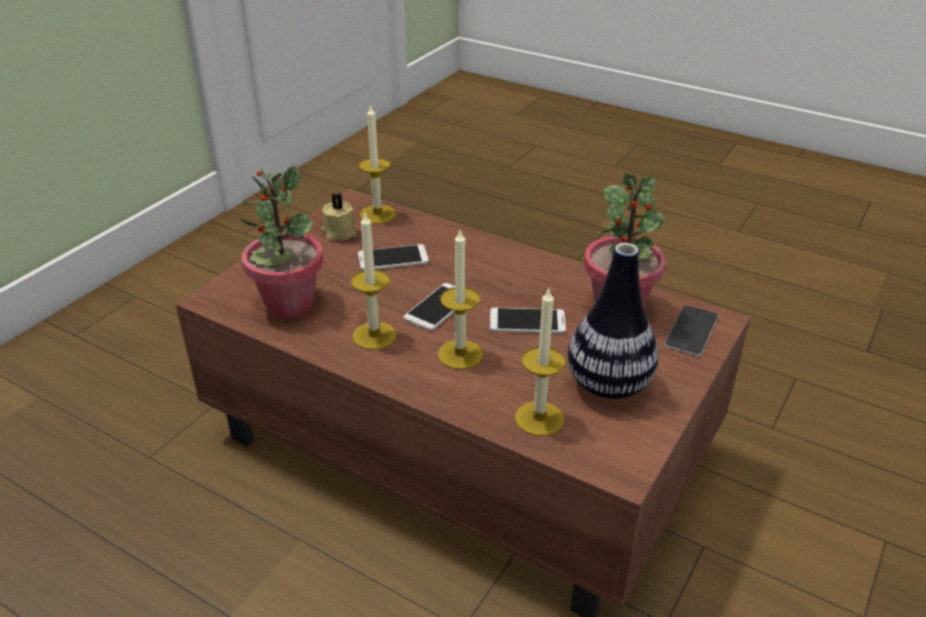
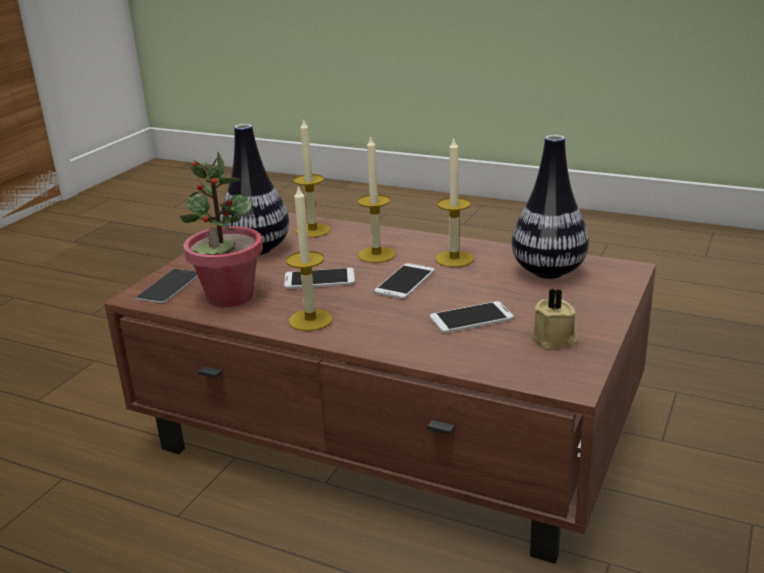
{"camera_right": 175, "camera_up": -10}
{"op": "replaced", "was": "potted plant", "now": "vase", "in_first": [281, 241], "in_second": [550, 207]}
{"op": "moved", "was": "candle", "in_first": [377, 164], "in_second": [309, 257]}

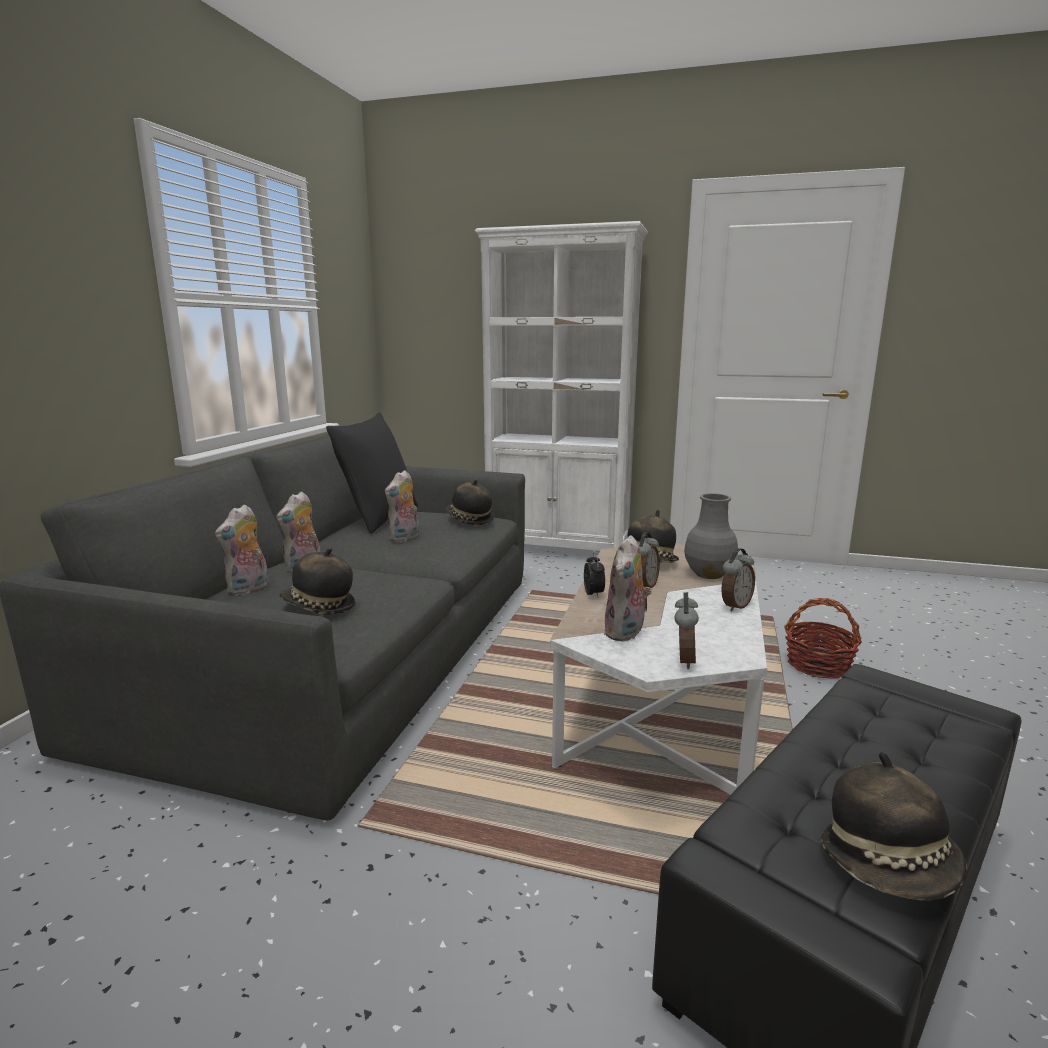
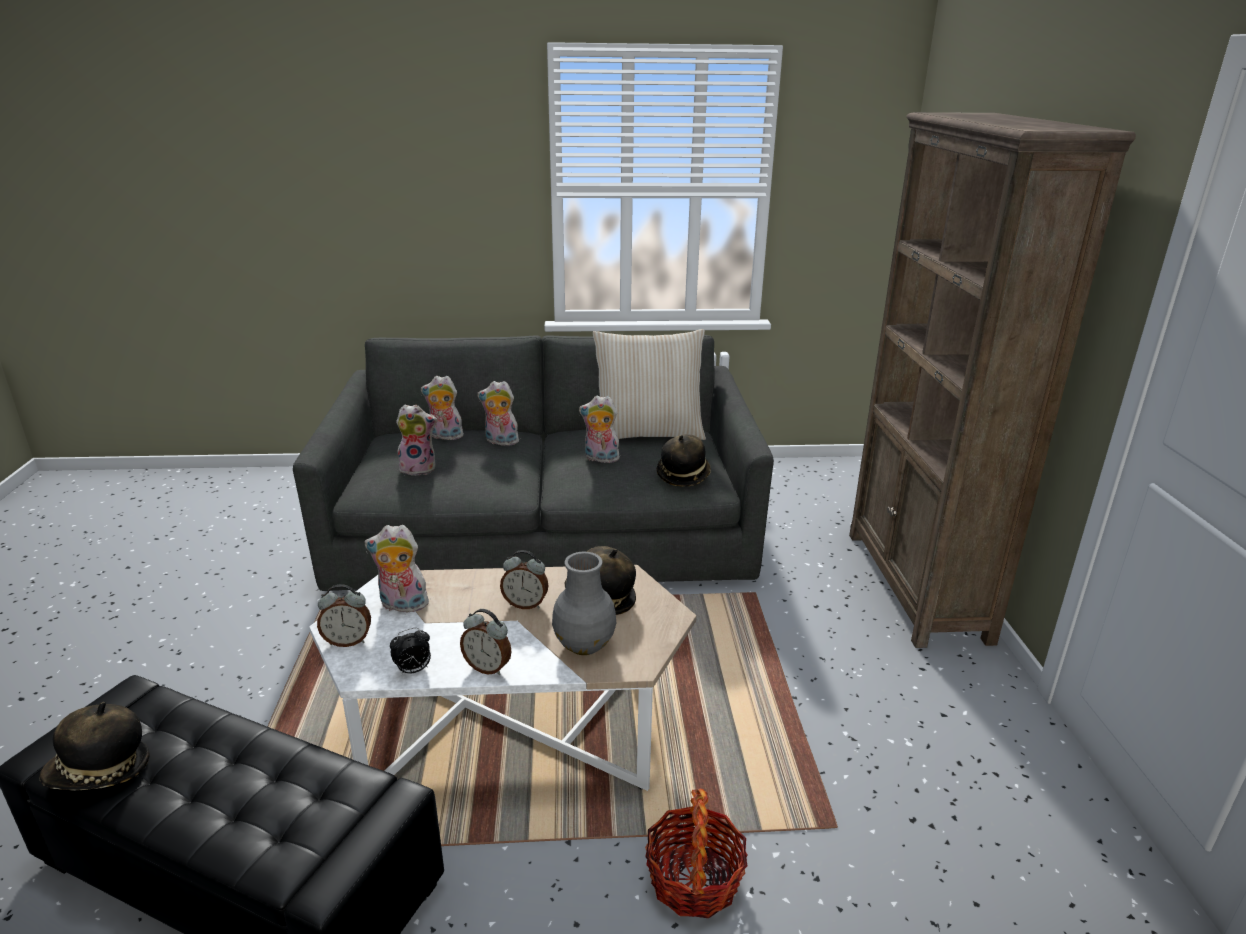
{"camera_right": 70, "camera_up": 10}
{"op": "replaced", "was": "hat", "now": "plush toy", "in_first": [317, 581], "in_second": [417, 440]}
{"op": "recoloured", "was": "pillow (black)", "now": "pillow (beige)", "in_first": [372, 473], "in_second": [649, 384]}
{"op": "recoloured", "was": "bookcase (white)", "now": "bookcase (brown)", "in_first": [561, 386], "in_second": [992, 380]}
{"op": "moved", "was": "alarm clock", "in_first": [594, 575], "in_second": [410, 651]}

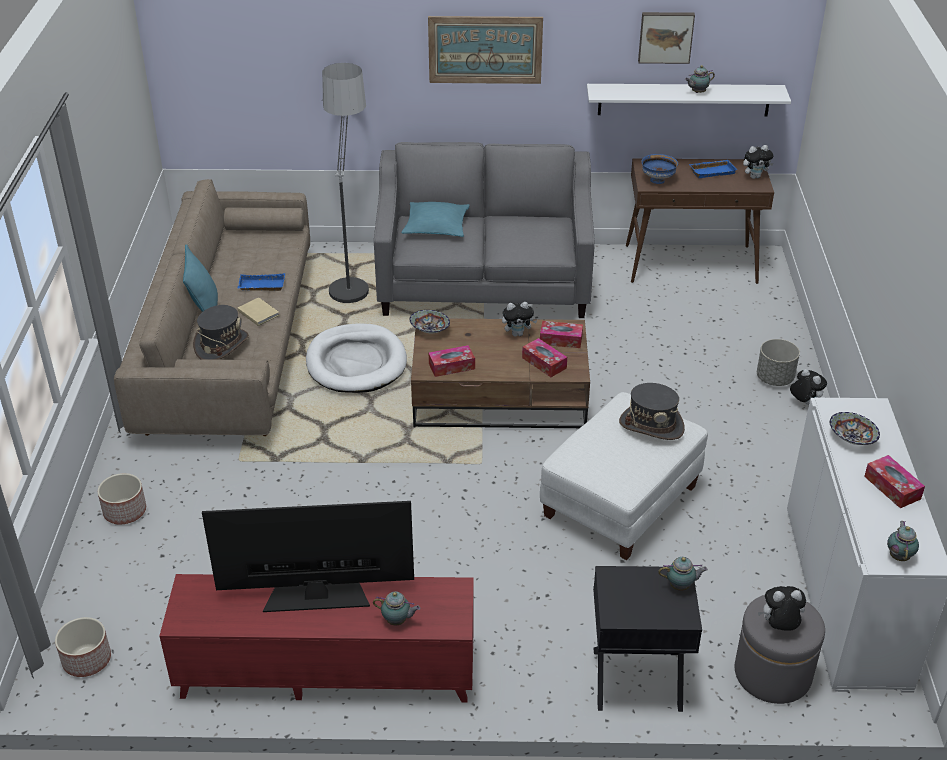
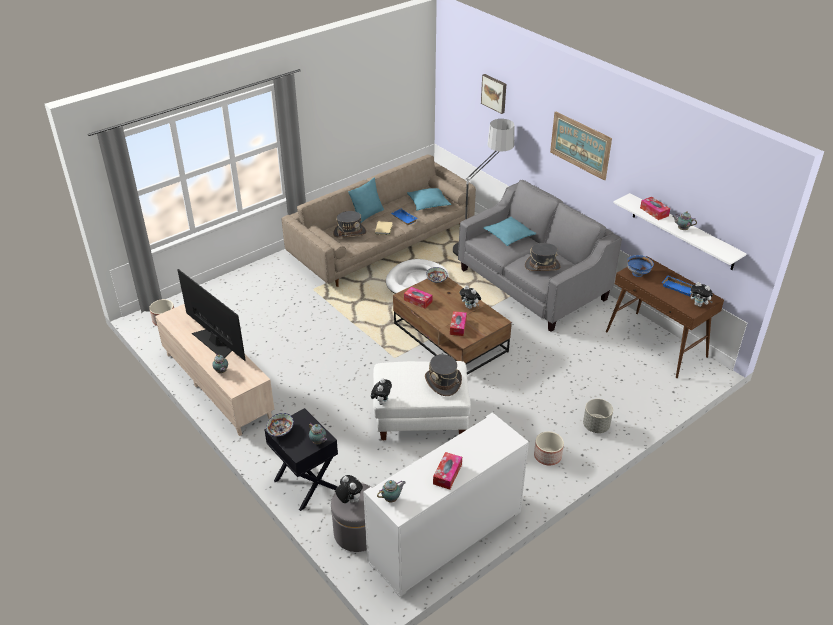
{"camera_right": 50, "camera_up": 0}
{"op": "moved", "was": "planter", "in_first": [122, 498], "in_second": [549, 448]}
{"op": "recoloured", "was": "tv stand (red)", "now": "tv stand (beige)", "in_first": [317, 638], "in_second": [215, 370]}
{"op": "moved", "was": "tissue box", "in_first": [561, 334], "in_second": [655, 208]}
{"op": "moved", "was": "picture", "in_first": [666, 38], "in_second": [493, 94]}
{"op": "moved", "was": "plush toy", "in_first": [808, 387], "in_second": [381, 391]}
{"op": "moved", "was": "bowl", "in_first": [855, 428], "in_second": [280, 425]}
{"op": "added", "now": "pillow (turquoise)", "in_second": [429, 199]}
{"op": "added", "now": "hat (grey)", "in_second": [543, 257]}

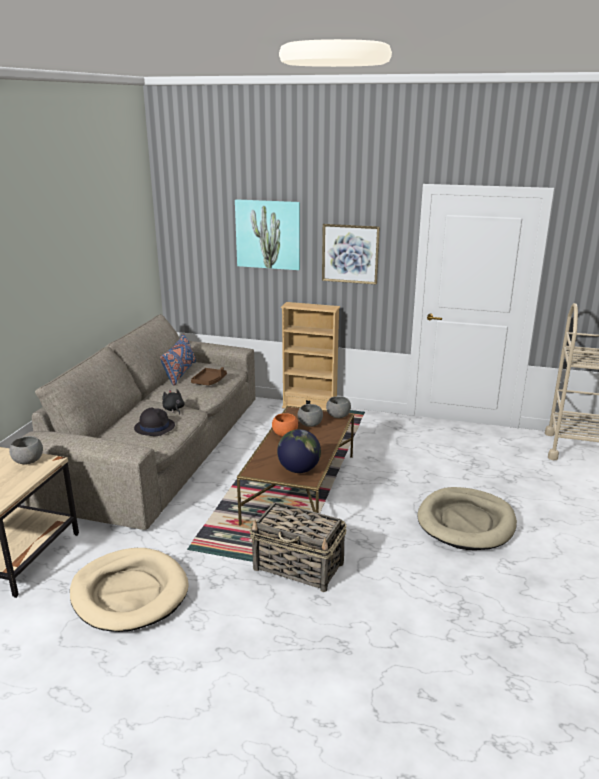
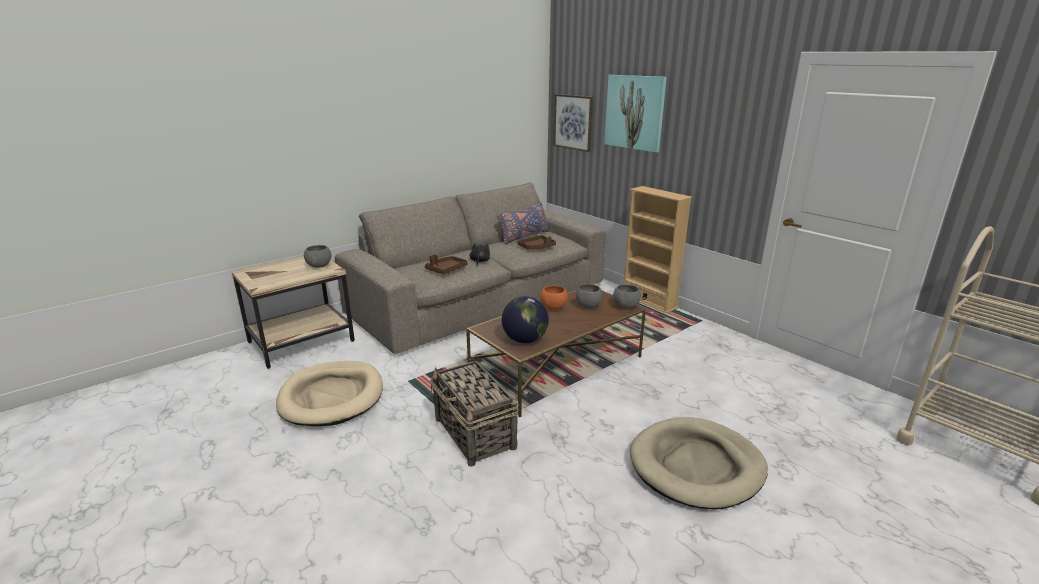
{"camera_right": 35, "camera_up": 0}
{"op": "replaced", "was": "hat (black)", "now": "tray (brown)", "in_first": [154, 422], "in_second": [446, 264]}
{"op": "moved", "was": "picture", "in_first": [351, 254], "in_second": [573, 123]}

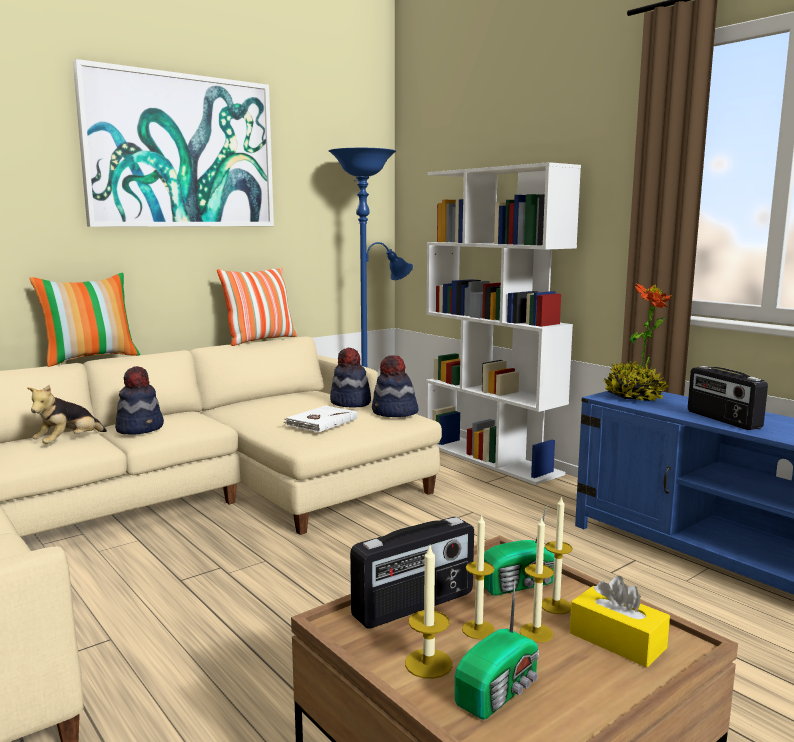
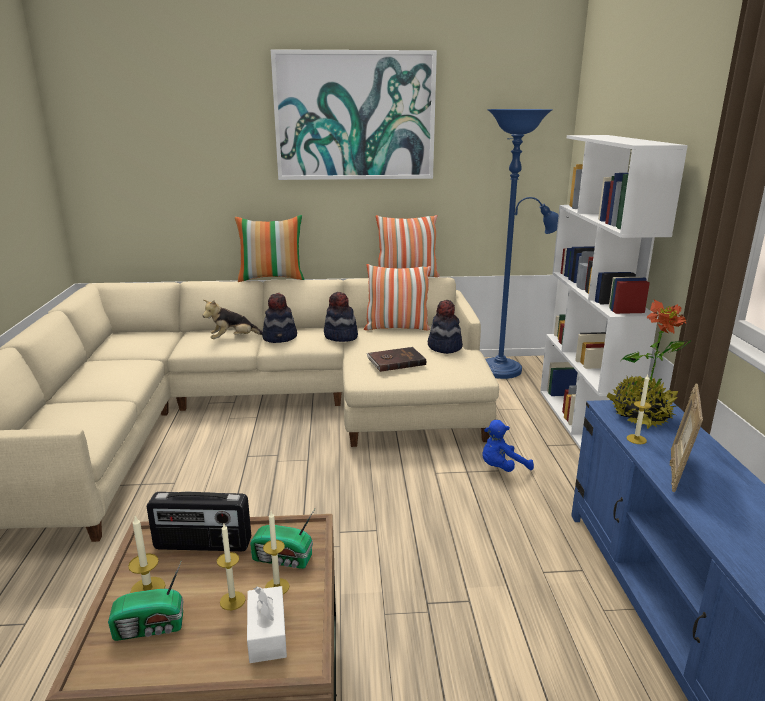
{"camera_right": 35, "camera_up": 10}
{"op": "recoloured", "was": "book (white)", "now": "book (brown)", "in_first": [320, 418], "in_second": [396, 359]}
{"op": "moved", "was": "hat", "in_first": [395, 386], "in_second": [341, 317]}
{"op": "moved", "was": "candle", "in_first": [478, 576], "in_second": [638, 409]}
{"op": "recoloured", "was": "tissue box (yellow)", "now": "tissue box (white)", "in_first": [620, 621], "in_second": [267, 624]}
{"op": "replaced", "was": "radio", "now": "picture frame", "in_first": [728, 398], "in_second": [686, 437]}
{"op": "added", "now": "pillow", "in_second": [397, 297]}
{"op": "added", "now": "plush toy (blue)", "in_second": [508, 446]}

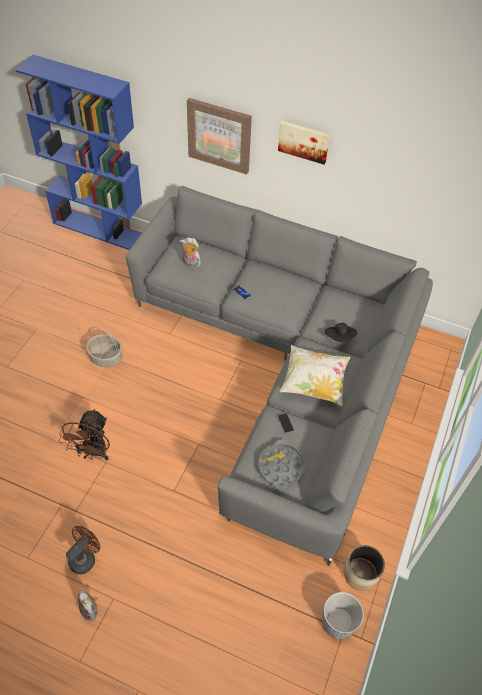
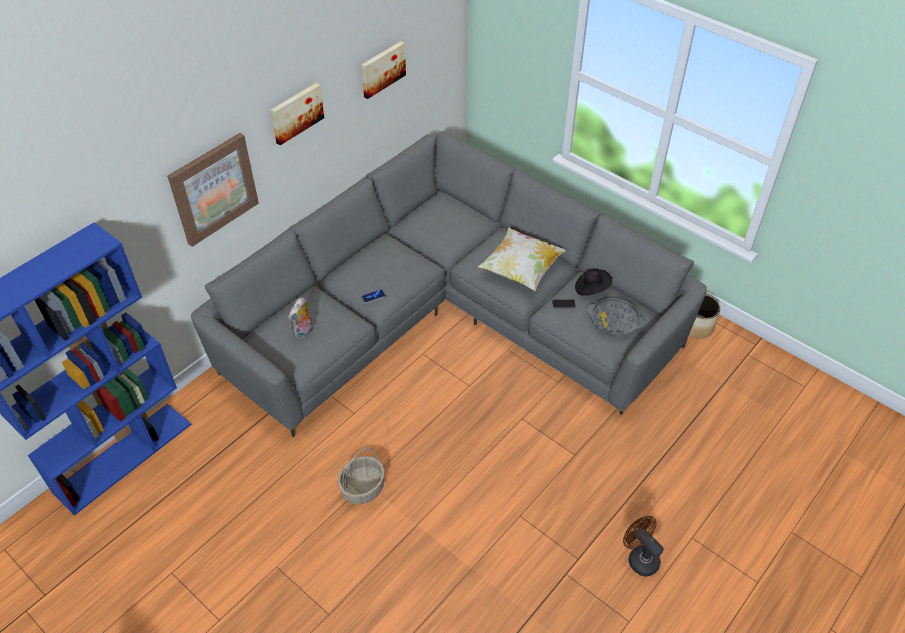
{"camera_right": -70, "camera_up": -5}
{"op": "removed", "was": "fan (brown)", "in_first": [84, 435]}
{"op": "removed", "was": "plush toy", "in_first": [88, 605]}
{"op": "removed", "was": "planter", "in_first": [343, 615]}
{"op": "moved", "was": "hat (black)", "in_first": [341, 332], "in_second": [593, 282]}
{"op": "added", "now": "picture", "in_second": [383, 70]}

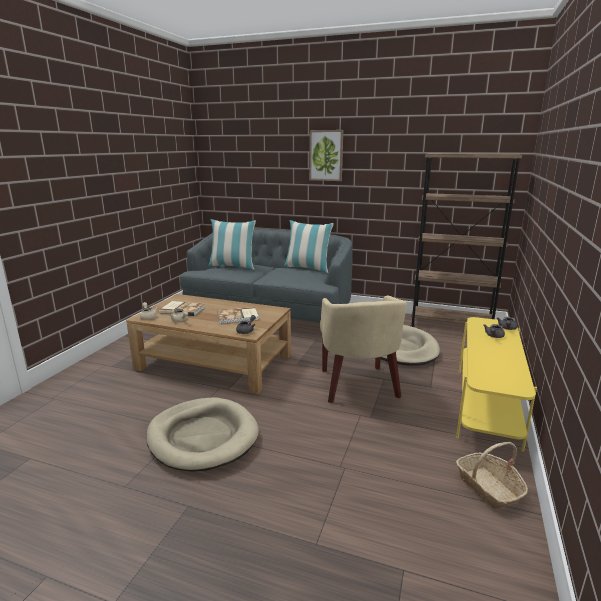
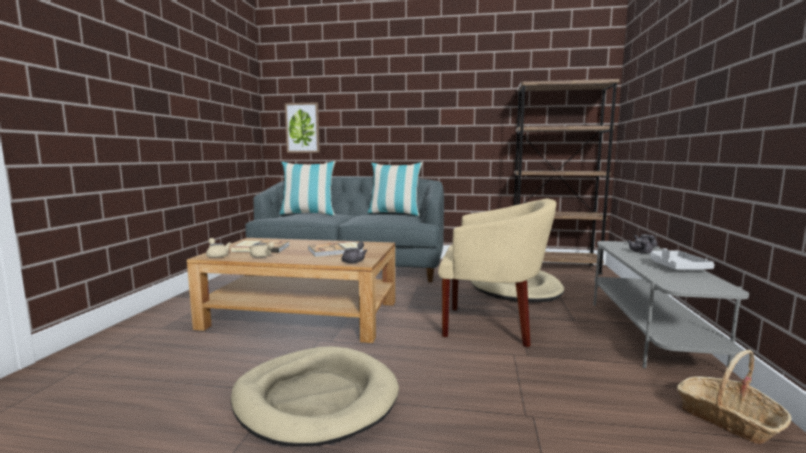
{"camera_right": -10, "camera_up": -10}
{"op": "moved", "was": "picture", "in_first": [326, 155], "in_second": [302, 127]}
{"op": "turned", "was": "armchair (beige)", "in_first": [363, 349], "in_second": [497, 273], "clockwise": -60}
{"op": "recoloured", "was": "tv stand (yellow)", "now": "tv stand (grey)", "in_first": [496, 384], "in_second": [671, 304]}
{"op": "added", "now": "tray (grey)", "in_second": [682, 259]}

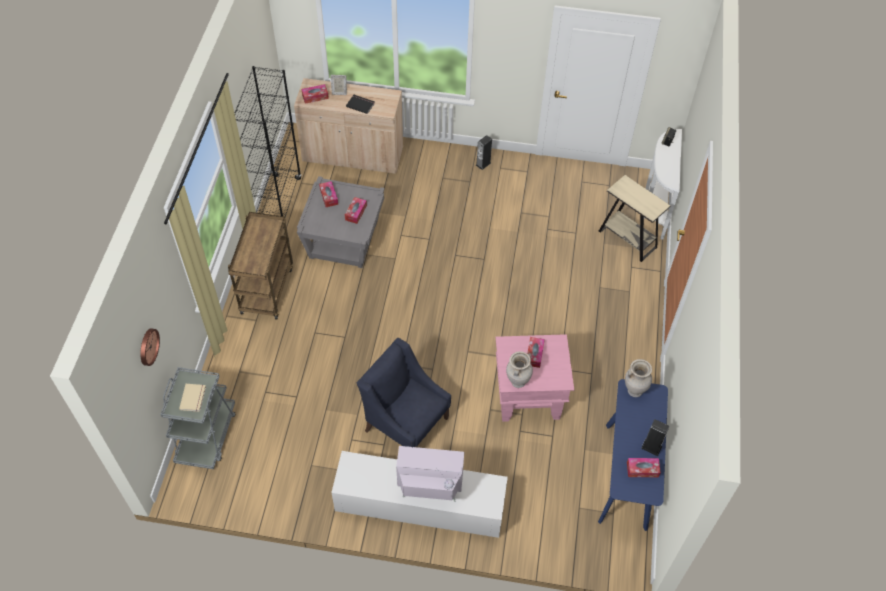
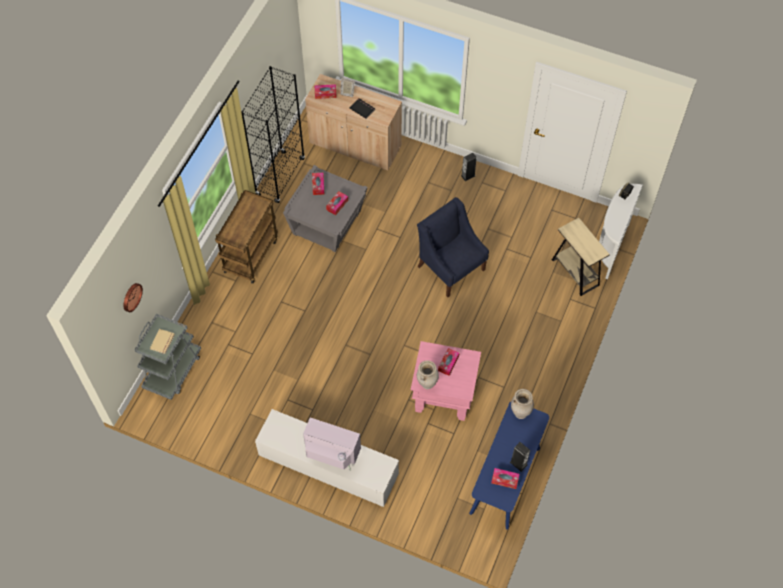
{"camera_right": 15, "camera_up": 5}
{"op": "moved", "was": "armchair (blue)", "in_first": [404, 393], "in_second": [453, 247]}

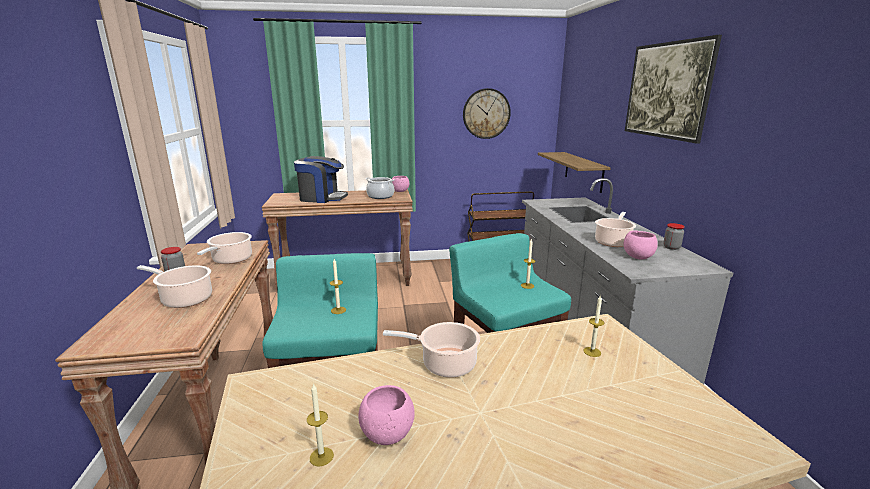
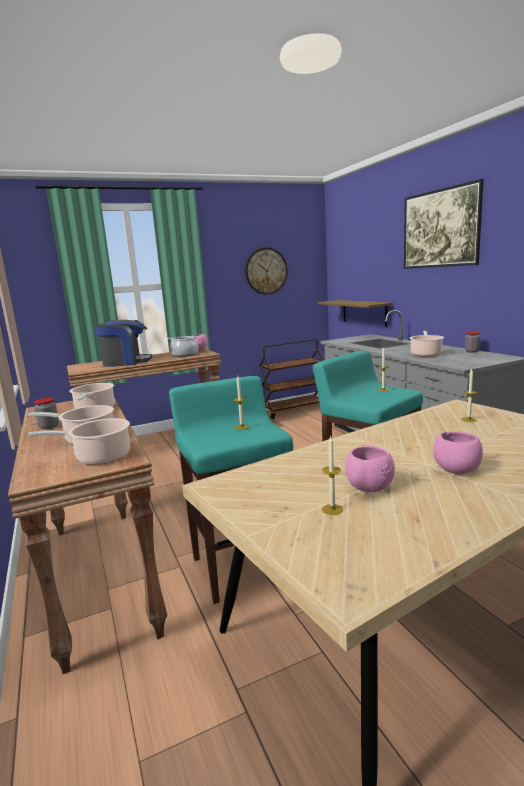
{"camera_right": -15, "camera_up": -5}
{"op": "moved", "was": "cooking pot", "in_first": [431, 350], "in_second": [79, 441]}
{"op": "moved", "was": "bowl (pink)", "in_first": [641, 244], "in_second": [458, 452]}

